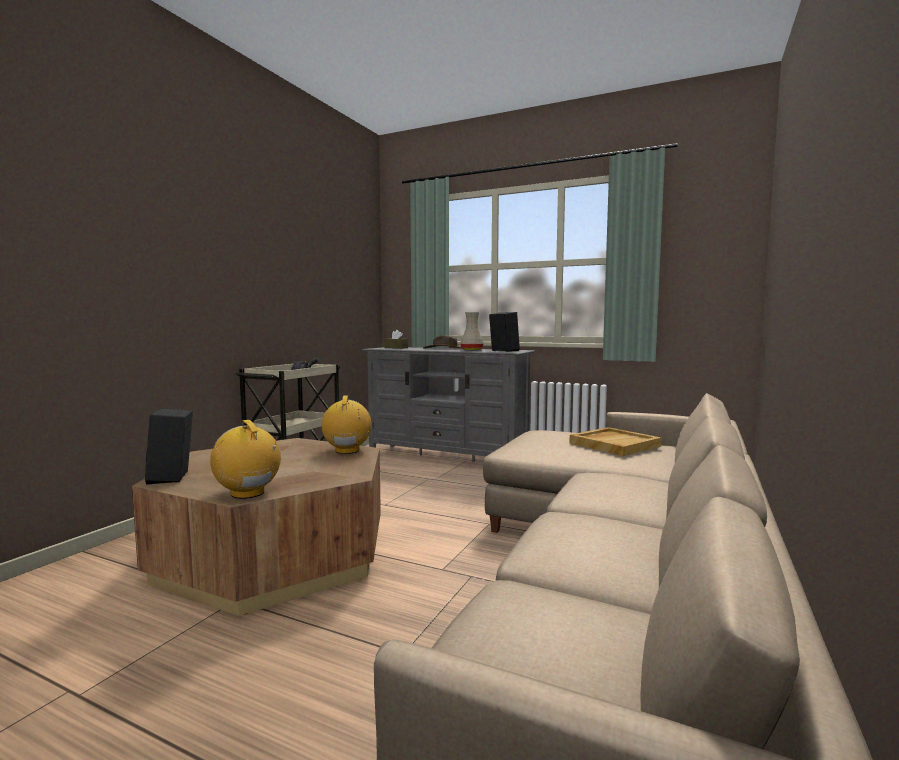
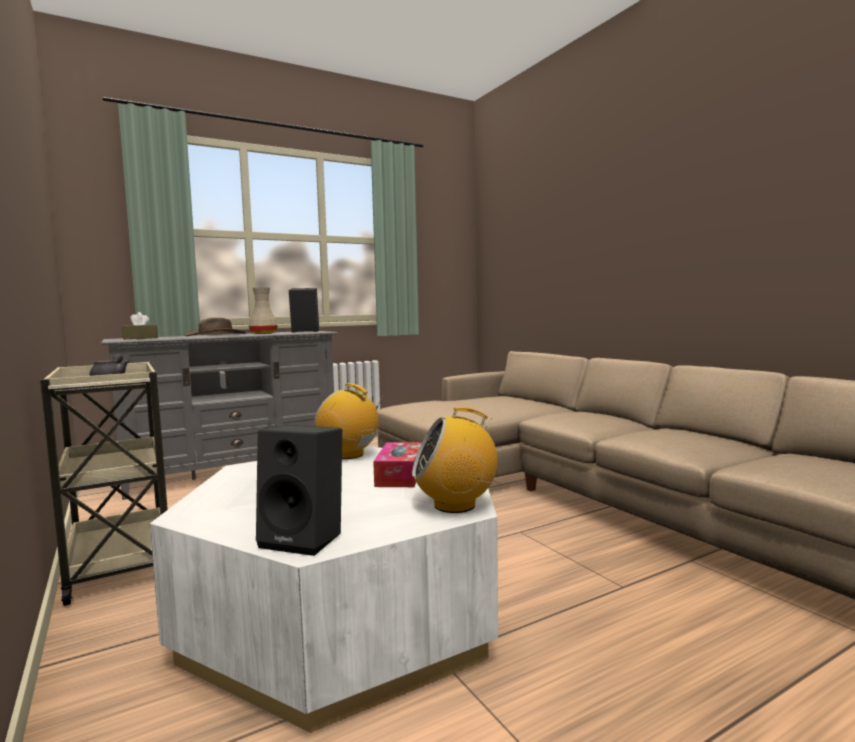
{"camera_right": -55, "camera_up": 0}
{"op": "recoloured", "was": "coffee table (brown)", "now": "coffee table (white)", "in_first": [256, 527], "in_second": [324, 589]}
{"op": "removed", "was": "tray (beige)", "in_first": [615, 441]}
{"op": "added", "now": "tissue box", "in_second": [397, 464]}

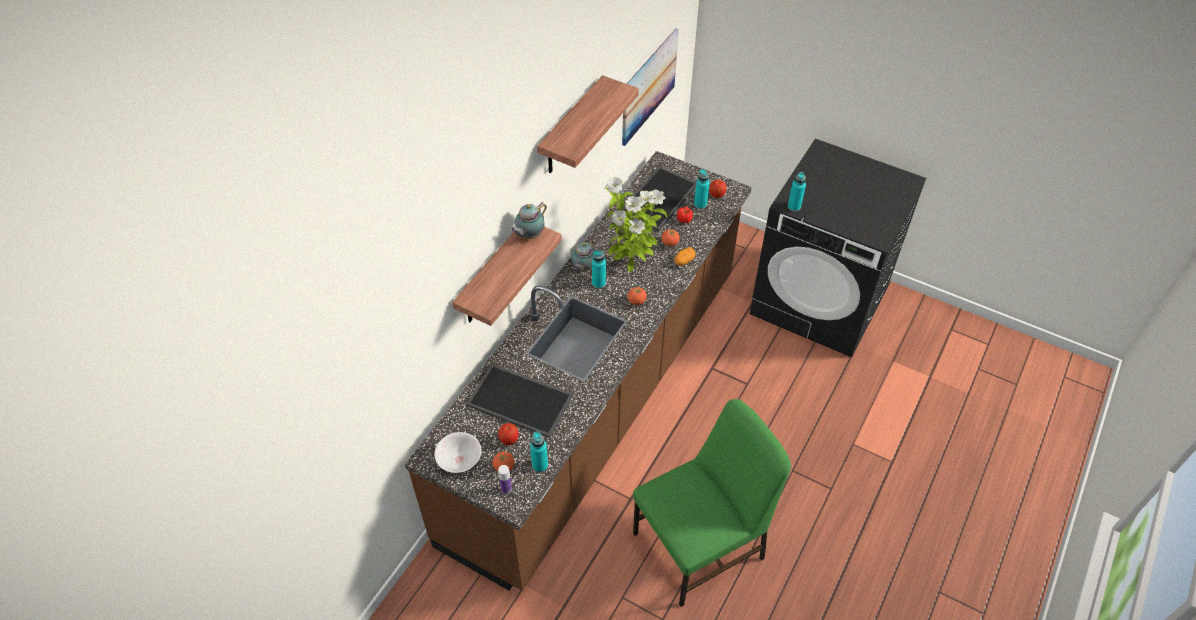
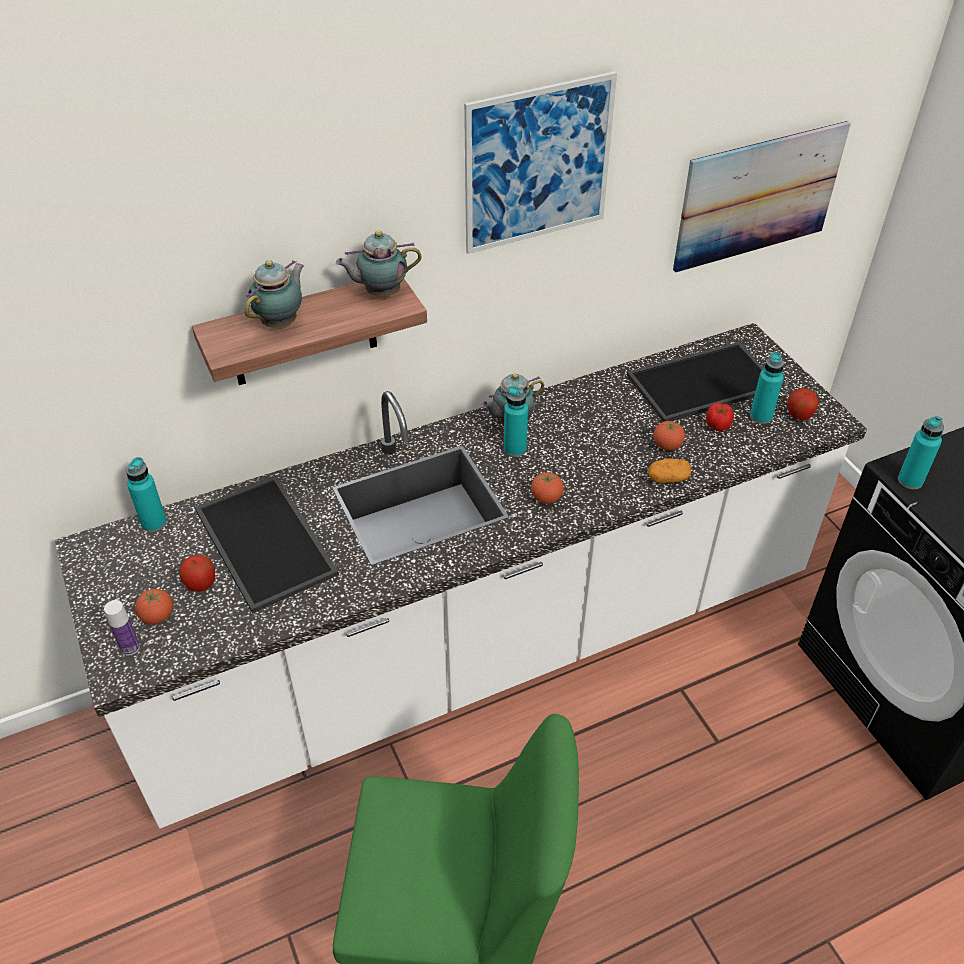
{"camera_right": 35, "camera_up": -5}
{"op": "recoloured", "was": "counter (brown)", "now": "counter (white)", "in_first": [578, 371], "in_second": [461, 576]}
{"op": "removed", "was": "bowl (white)", "in_first": [457, 452]}
{"op": "moved", "was": "bottle (turquoise)", "in_first": [539, 451], "in_second": [146, 494]}
{"op": "replaced", "was": "shelf", "now": "picture", "in_first": [588, 124], "in_second": [540, 162]}
{"op": "removed", "was": "potted plant", "in_first": [636, 224]}
{"op": "added", "now": "teapot", "in_second": [274, 294]}

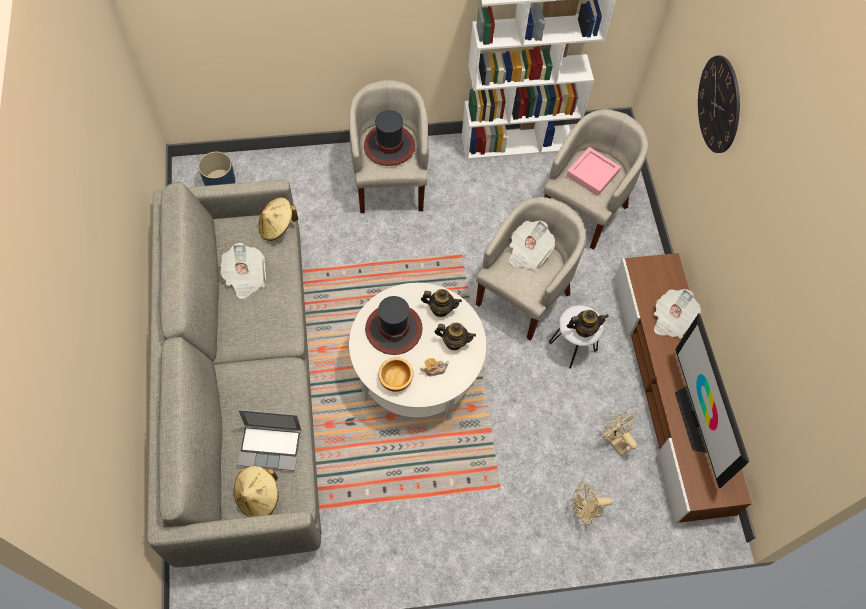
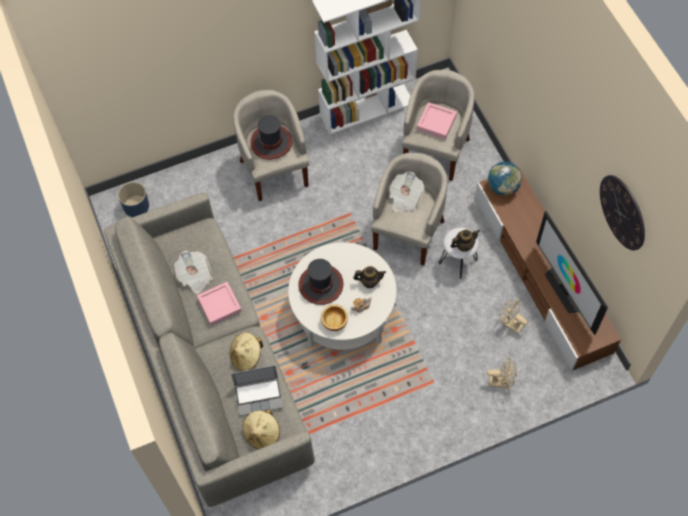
{"camera_right": -10, "camera_up": 0}
{"op": "moved", "was": "hat (beige)", "in_first": [278, 219], "in_second": [246, 351]}
{"op": "removed", "was": "teapot", "in_first": [441, 303]}
{"op": "turned", "was": "fan (beige)", "in_first": [592, 503], "in_second": [502, 373], "clockwise": -150}
{"op": "removed", "was": "newspaper", "in_first": [677, 314]}
{"op": "moved", "was": "wall clock", "in_first": [719, 104], "in_second": [622, 213]}
{"op": "added", "now": "tray (pink)", "in_second": [219, 304]}
{"op": "added", "now": "globe", "in_second": [505, 178]}

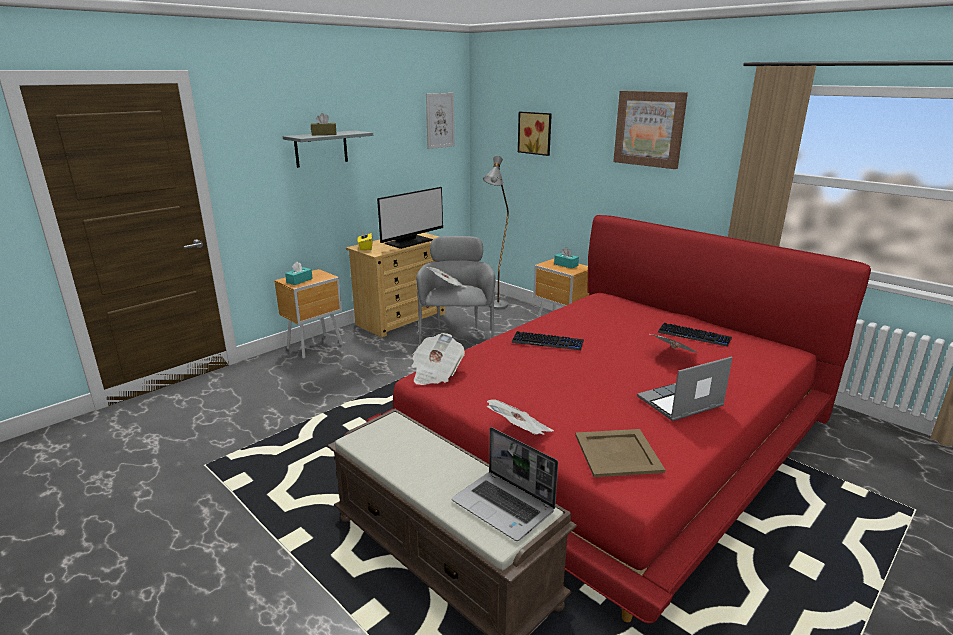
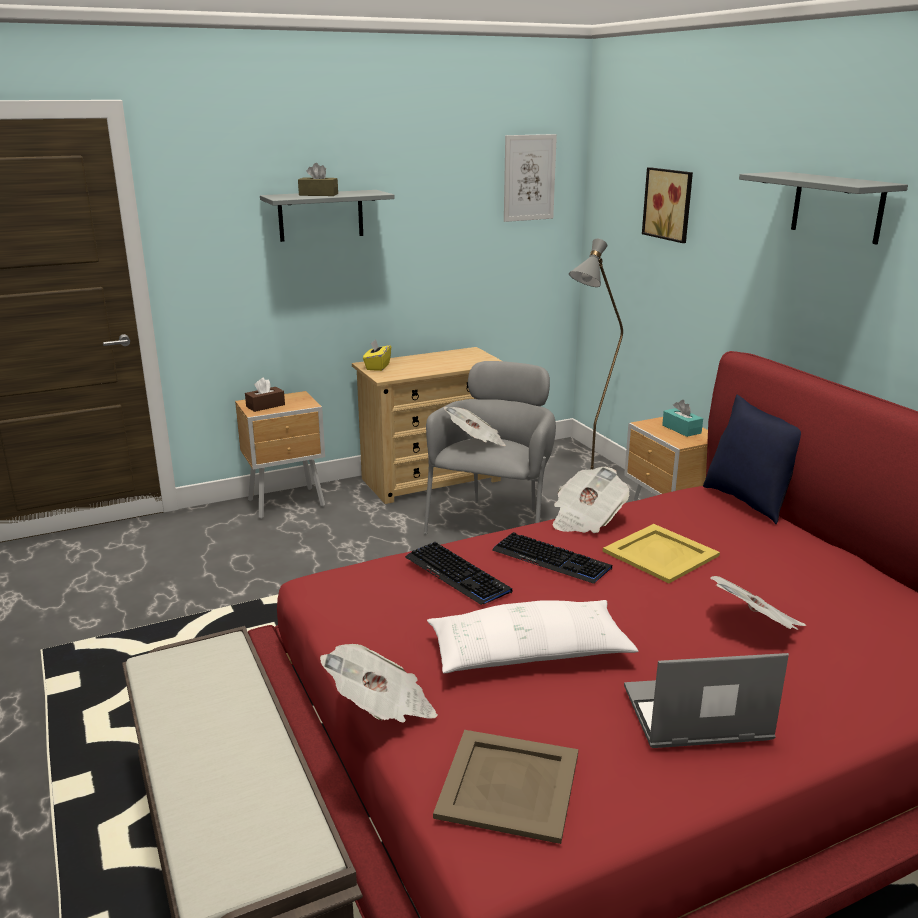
{"camera_right": 20, "camera_up": 0}
{"op": "recoloured", "was": "tissue box (turquoise)", "now": "tissue box (brown)", "in_first": [299, 273], "in_second": [265, 395]}
{"op": "removed", "was": "monitor", "in_first": [410, 218]}
{"op": "moved", "was": "newspaper", "in_first": [438, 359], "in_second": [591, 500]}
{"op": "removed", "was": "laptop", "in_first": [505, 484]}
{"op": "replaced", "was": "picture", "now": "shelf (grey)", "in_first": [650, 130], "in_second": [823, 208]}
{"op": "moved", "was": "keyboard", "in_first": [694, 335], "in_second": [458, 573]}
{"op": "added", "now": "pillow (white)", "in_second": [532, 636]}
{"op": "added", "now": "tray (yellow)", "in_second": [661, 553]}
{"op": "added", "now": "pillow (blue)", "in_second": [752, 459]}

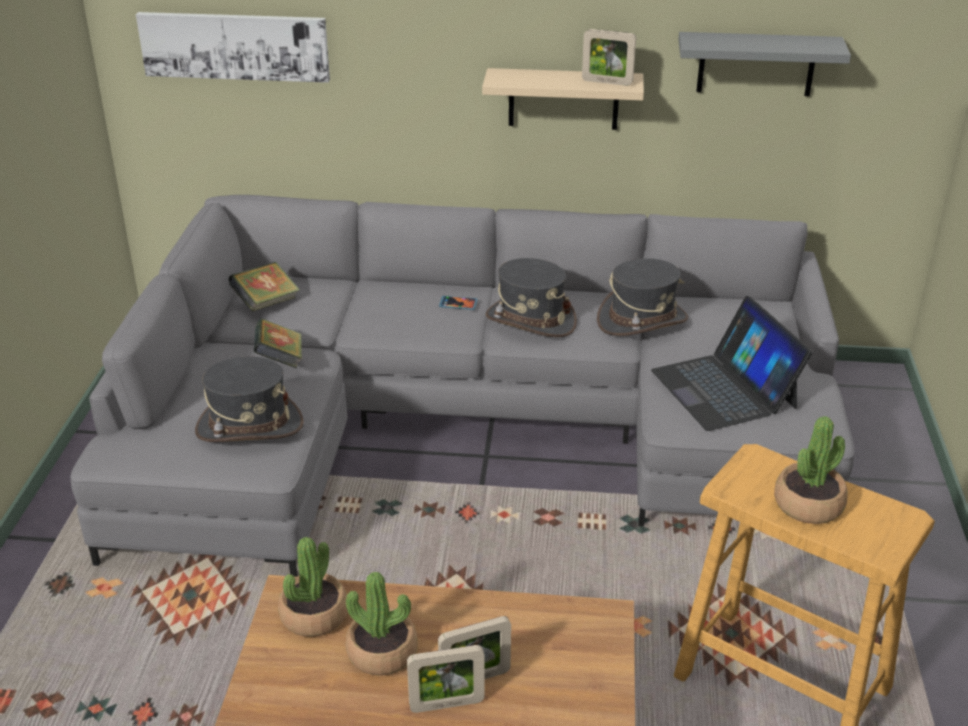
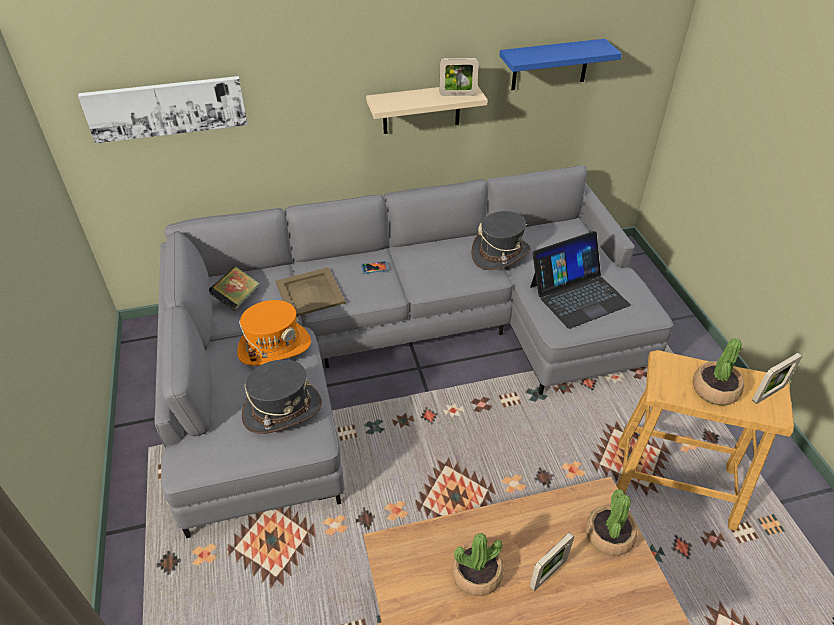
{"camera_right": -20, "camera_up": 10}
{"op": "replaced", "was": "book", "now": "hat (orange)", "in_first": [278, 343], "in_second": [274, 333]}
{"op": "moved", "was": "potted plant", "in_first": [313, 587], "in_second": [611, 522]}
{"op": "moved", "was": "picture frame", "in_first": [445, 679], "in_second": [777, 378]}
{"op": "removed", "was": "hat (grey)", "in_first": [531, 297]}
{"op": "turned", "was": "laptop", "in_first": [732, 363], "in_second": [580, 280], "clockwise": -75}
{"op": "recoloured", "was": "shelf (grey)", "now": "shelf (blue)", "in_first": [764, 64], "in_second": [561, 64]}
{"op": "added", "now": "tray (beige)", "in_second": [310, 292]}

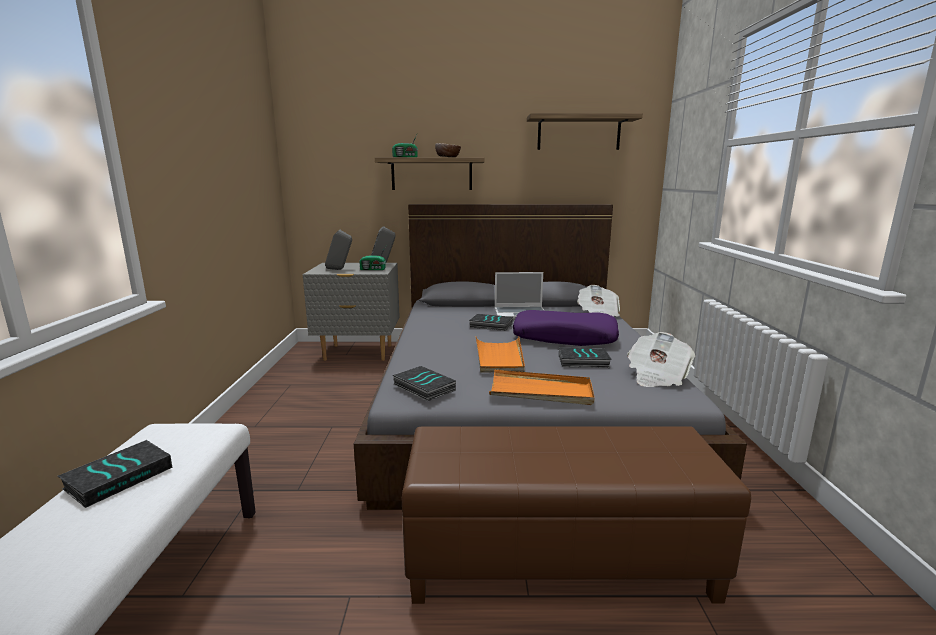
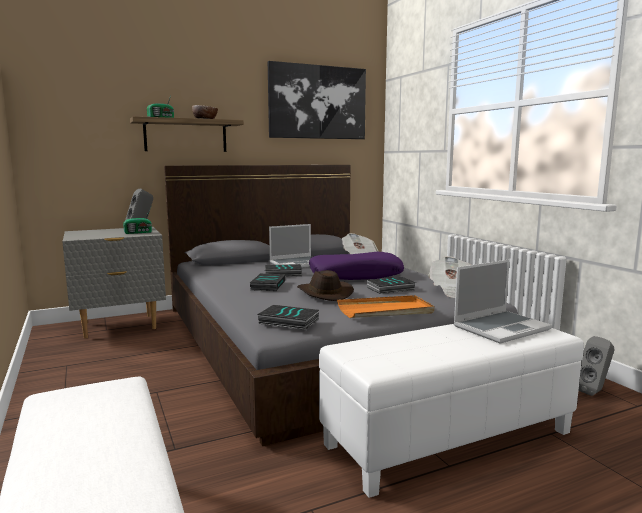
{"camera_right": -25, "camera_up": -5}
{"op": "moved", "was": "book", "in_first": [115, 474], "in_second": [267, 282]}
{"op": "moved", "was": "speaker (grey)", "in_first": [338, 250], "in_second": [596, 366]}
{"op": "recoloured", "was": "ottoman (brown)", "now": "ottoman (white)", "in_first": [576, 515], "in_second": [451, 411]}
{"op": "replaced", "was": "tray (orange)", "now": "hat (brown)", "in_first": [500, 354], "in_second": [325, 285]}
{"op": "replaced", "was": "shelf", "now": "picture", "in_first": [585, 131], "in_second": [317, 100]}
{"op": "added", "now": "laptop", "in_second": [502, 301]}

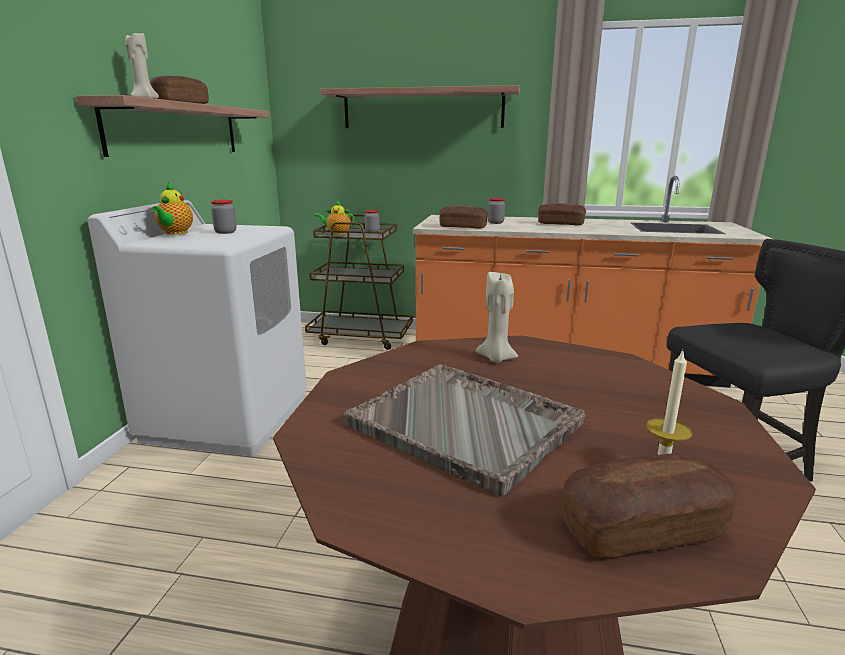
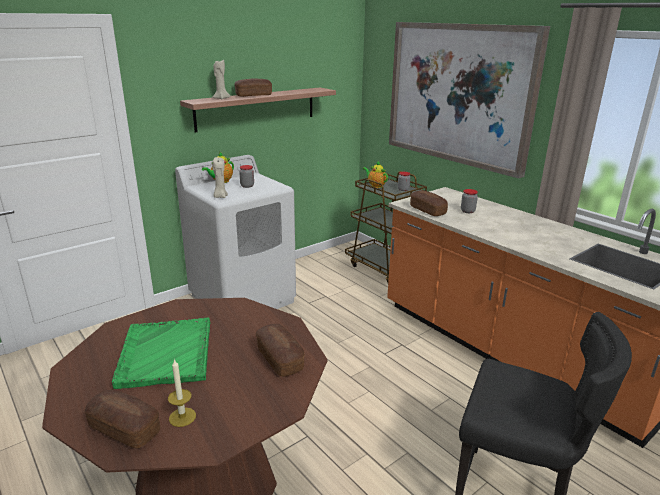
{"camera_right": 40, "camera_up": 5}
{"op": "replaced", "was": "shelf", "now": "picture", "in_first": [420, 106], "in_second": [469, 100]}
{"op": "recoloured", "was": "tray (grey)", "now": "tray (green)", "in_first": [464, 430], "in_second": [161, 353]}
{"op": "moved", "was": "candle (beige)", "in_first": [497, 317], "in_second": [220, 177]}
{"op": "moved", "was": "bread", "in_first": [562, 214], "in_second": [280, 350]}

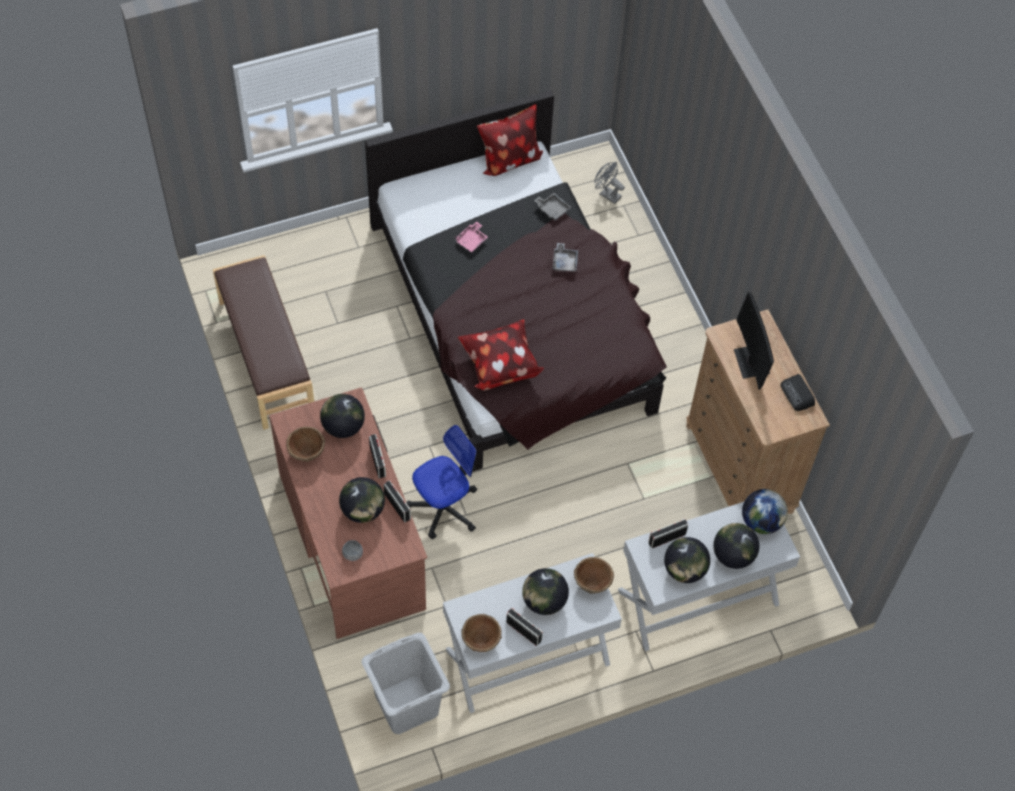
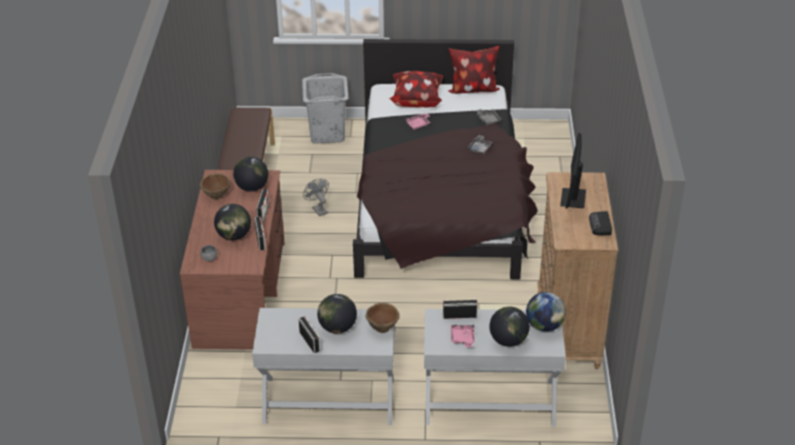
{"camera_right": 25, "camera_up": -20}
{"op": "moved", "was": "laundry basket (grey)", "in_first": [406, 683], "in_second": [325, 108]}
{"op": "removed", "was": "office chair", "in_first": [441, 482]}
{"op": "moved", "was": "pillow", "in_first": [501, 354], "in_second": [416, 89]}
{"op": "removed", "was": "bowl (brown)", "in_first": [481, 633]}
{"op": "moved", "was": "fan (grey)", "in_first": [609, 183], "in_second": [316, 197]}
{"op": "replaced", "was": "globe", "now": "tray (pink)", "in_first": [687, 560], "in_second": [463, 336]}

